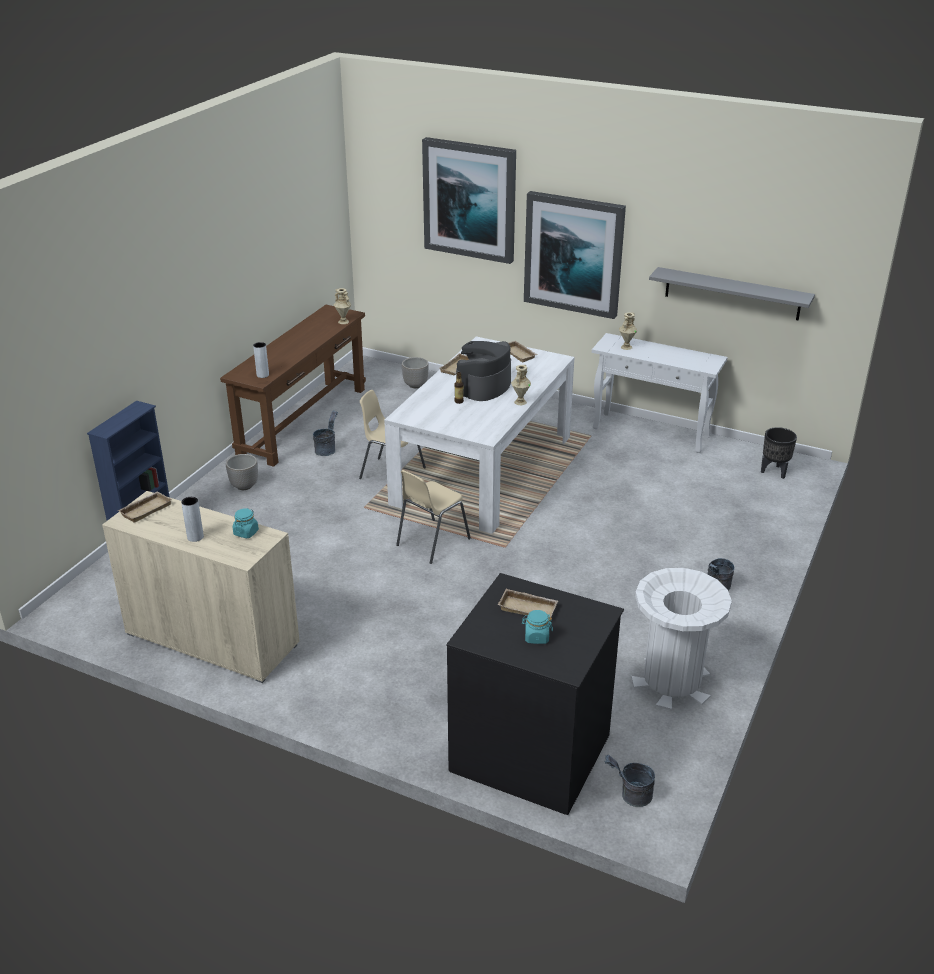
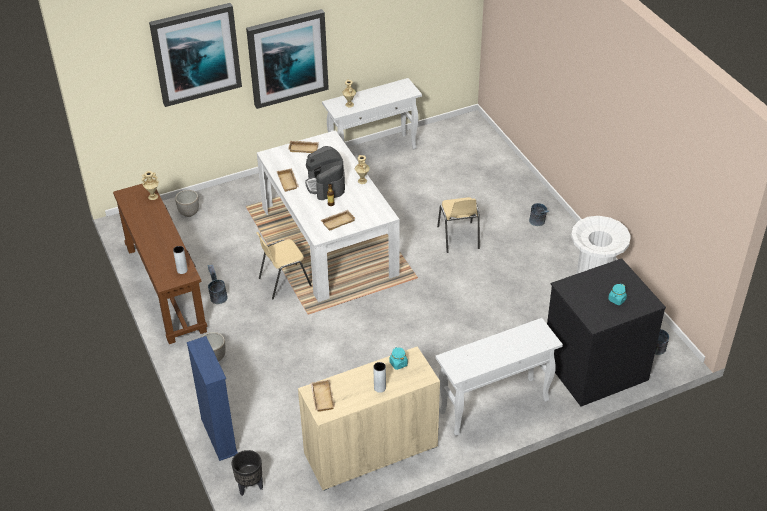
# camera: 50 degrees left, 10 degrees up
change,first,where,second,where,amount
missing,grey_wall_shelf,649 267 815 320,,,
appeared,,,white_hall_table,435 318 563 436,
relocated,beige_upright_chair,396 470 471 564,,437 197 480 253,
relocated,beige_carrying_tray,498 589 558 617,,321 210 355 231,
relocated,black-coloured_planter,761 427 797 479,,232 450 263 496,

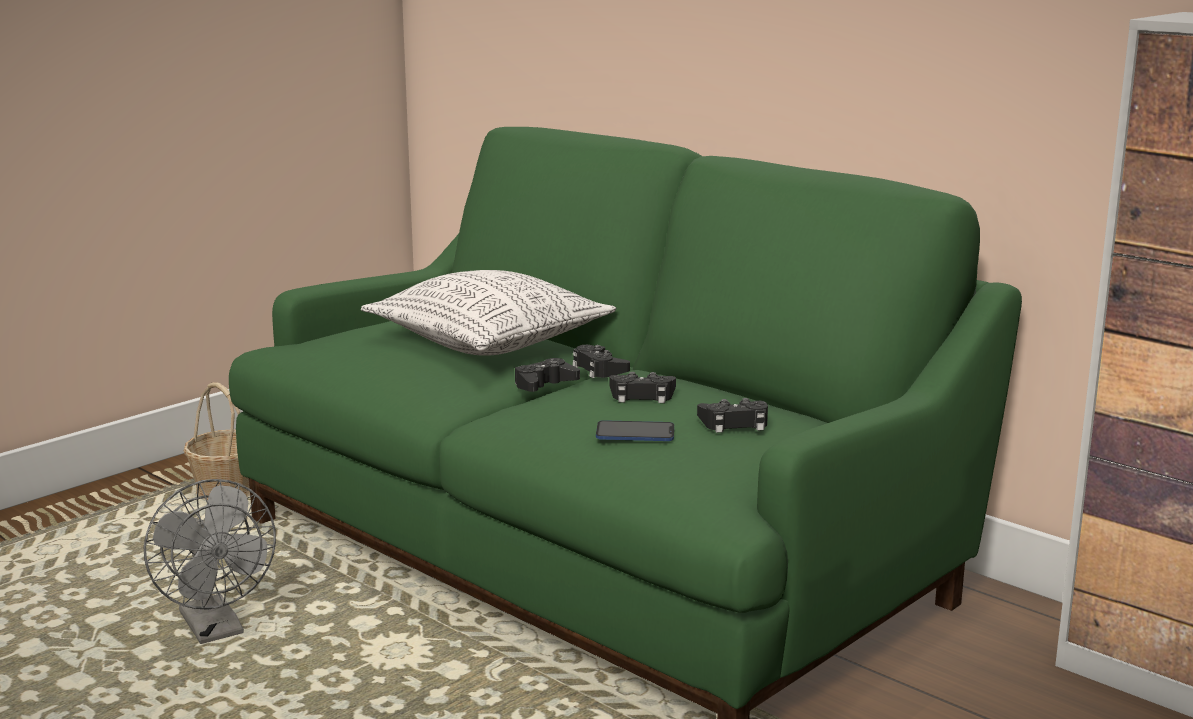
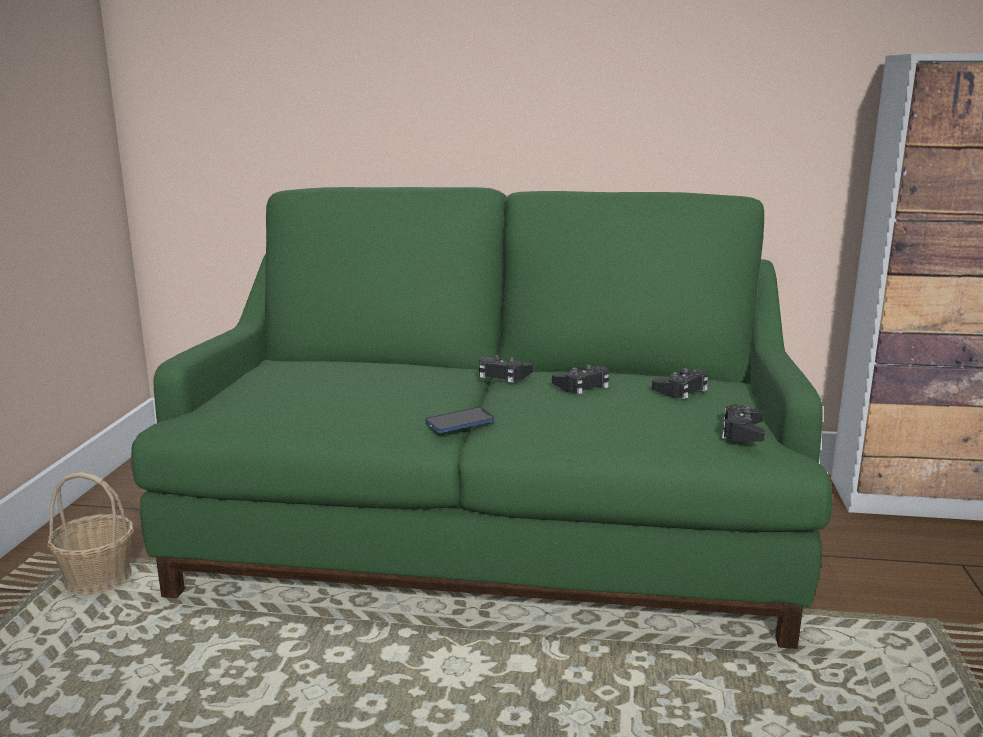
# camera: 35 degrees left, 0 degrees up
change,first,where,second,where,amount
missing,grey_electric_fan,143 479 276 644,,,
missing,cushion,361 270 616 356,,,
relocated,black-coloured_joypad,515 358 580 392,,722 404 765 442,
relocated,handset,596 420 674 441,,425 407 494 433,

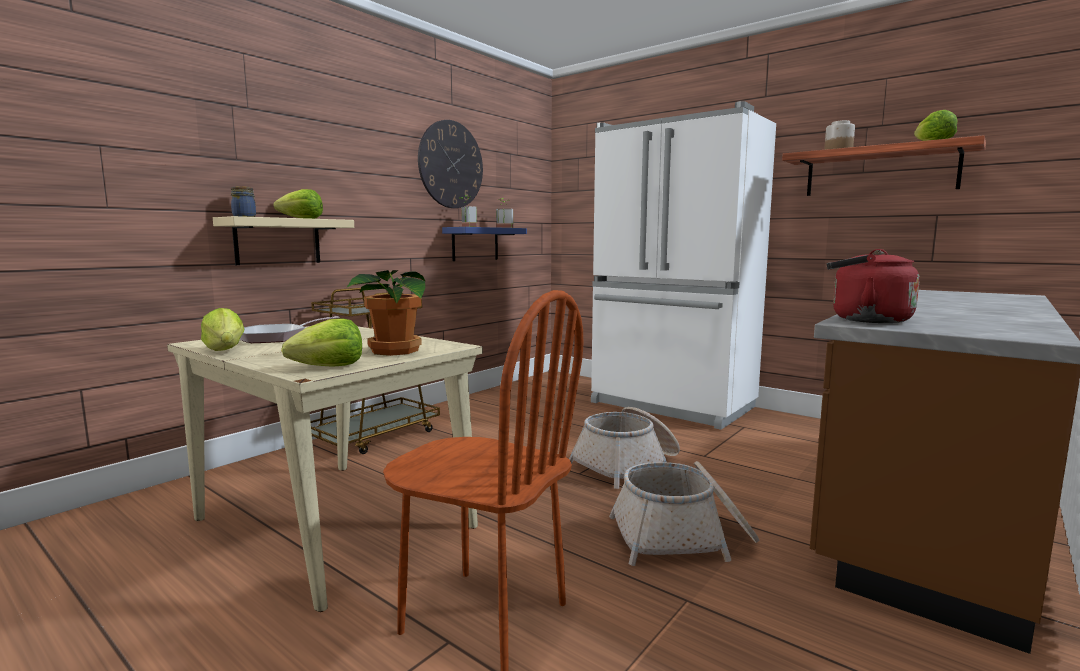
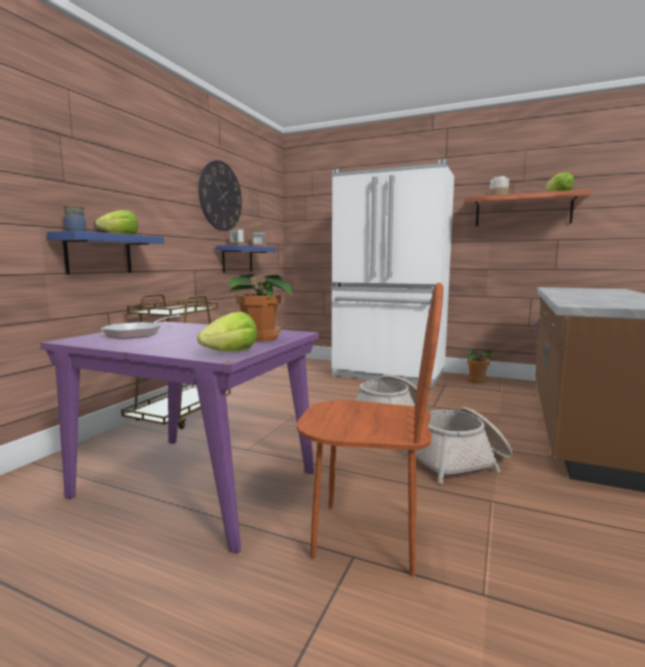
# camera: 15 degrees left, 0 degrees up
change,first,where,second,where,amount
missing,lettuce,201 308 244 351,,,
missing,red-coloured_kettle,827 249 920 323,,,
appeared,,,plant_in_a_pot,467 349 492 383,
colour,beige_dinner_table,167 326 483 612,purplish_dinner_table,40 321 319 553,
colour,beige_wall_shelf,213 216 354 265,blue-coloured_wall_shelf,47 231 164 275,

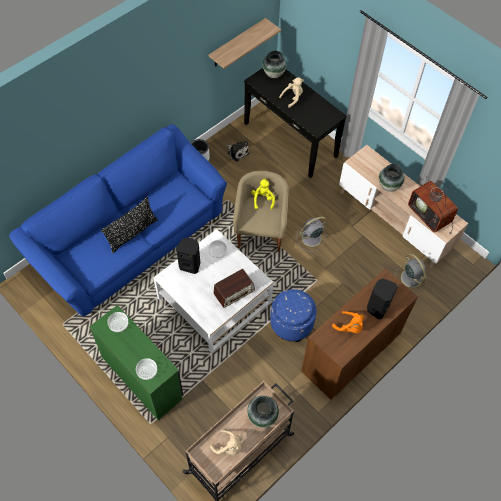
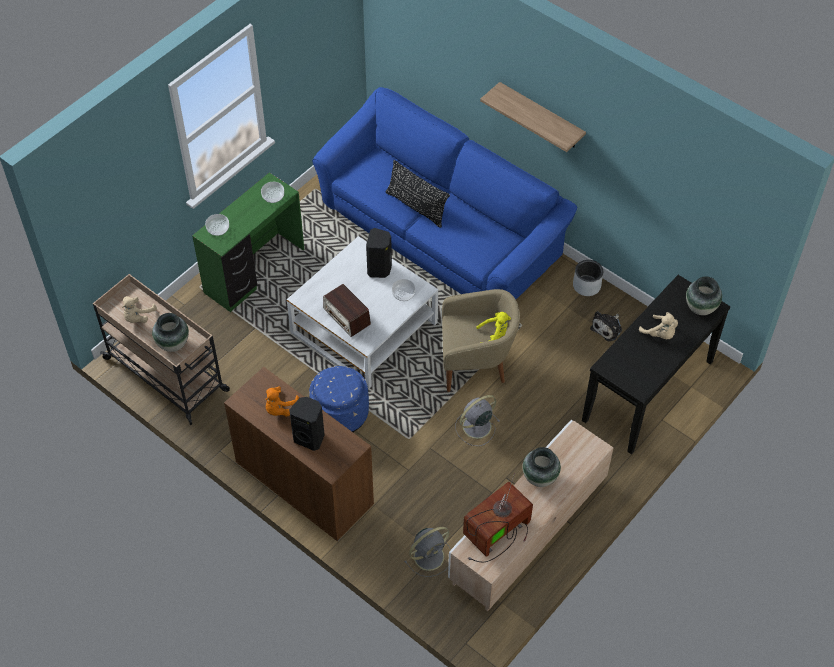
# camera: 85 degrees right, 5 degrees down
change,first,where,second,where,amount
relocated,wall_shelf,208 18 281 69,,480 82 586 152,
spun,grey_electric_fan,296 217 328 252,,455 395 500 446,90 degrees counterclockwise

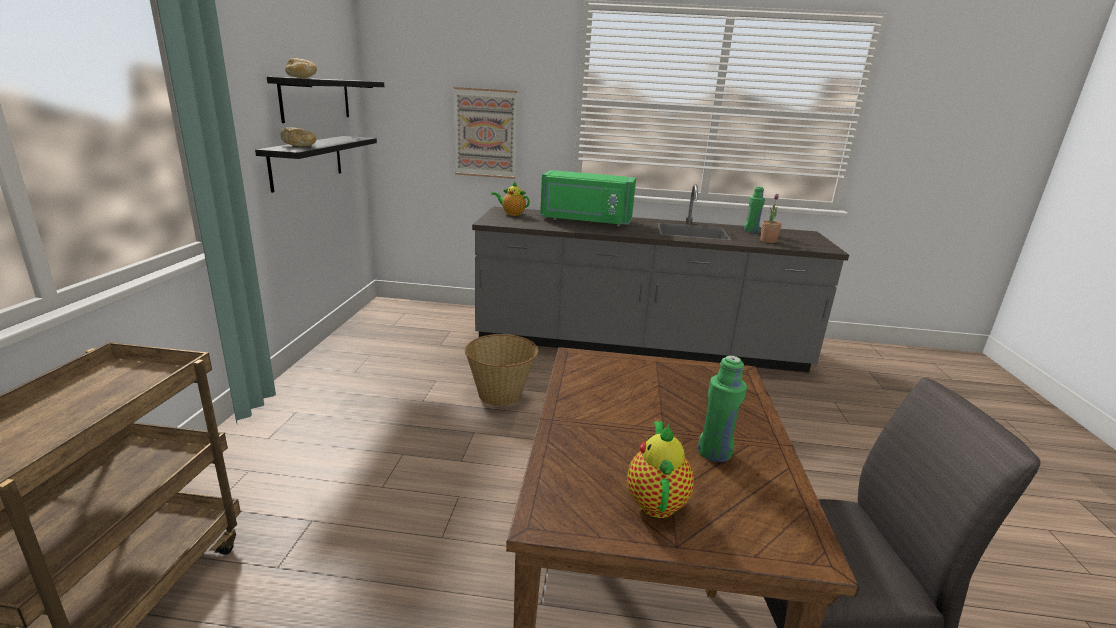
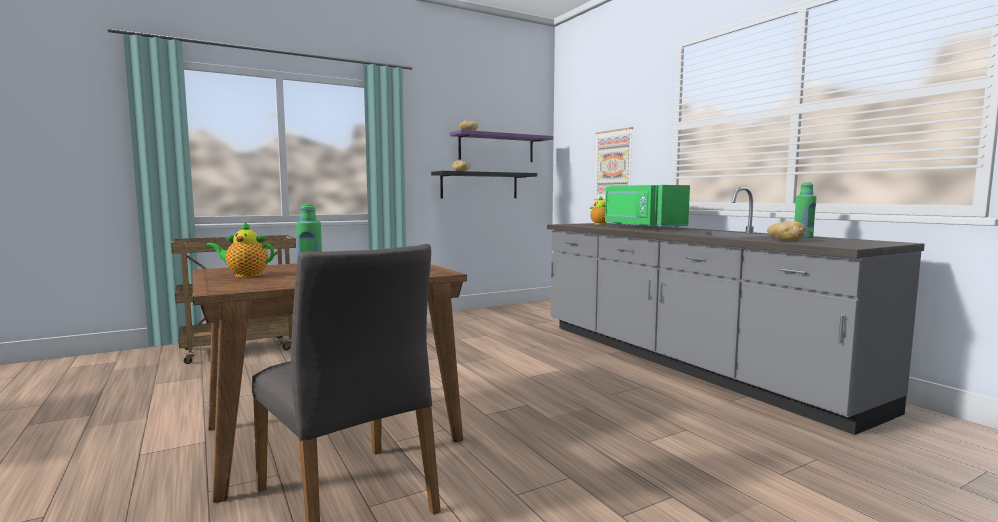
# camera: 55 degrees right, 15 degrees down
change,first,where,second,where,amount
missing,storage_basket,465 334 539 406,,,
exchanged,plant_in_a_pot,760 194 782 243,bread,767 221 806 240,
colour,black-coloured_wall_shelf,267 77 384 123,purplish_wall_shelf,450 130 554 162,
spun,tea_pot,627 421 694 518,,206 222 274 277,150 degrees counterclockwise

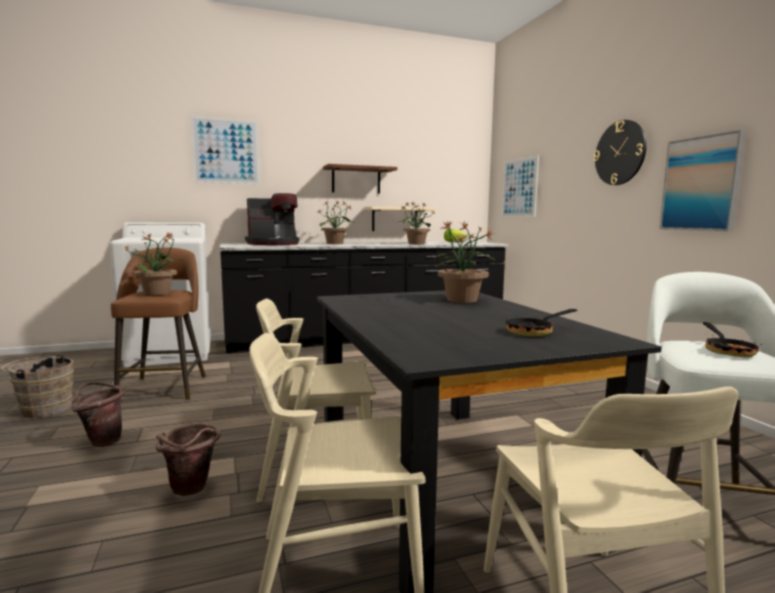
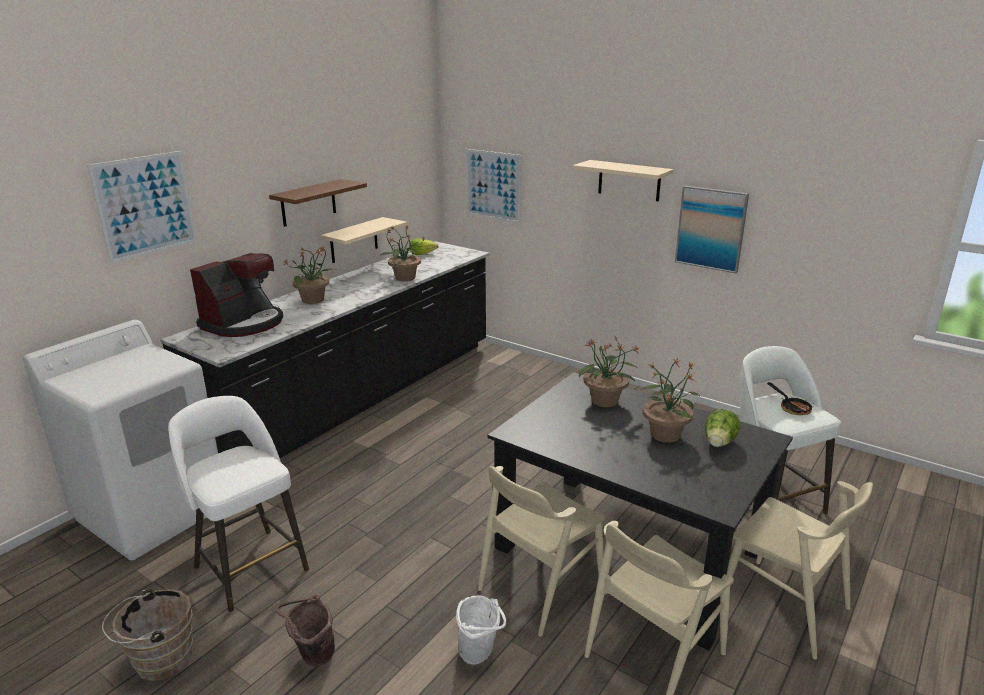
# camera: 35 degrees left, 15 degrees up
change,first,where,second,where,amount
relocated,plant_in_a_pot,123 232 184 295,,640 357 700 443,
exchanged,pan,506 309 577 336,lettuce,705 409 741 447,
exchanged,hanging_clock,594 120 647 185,beige_wall_shelf,572 160 674 202,
colour,brownish_stool,111 247 206 400,white_stool,168 396 309 612,
colour,brownish_water_bucket,156 423 220 496,white_water_bucket,456 595 506 665,

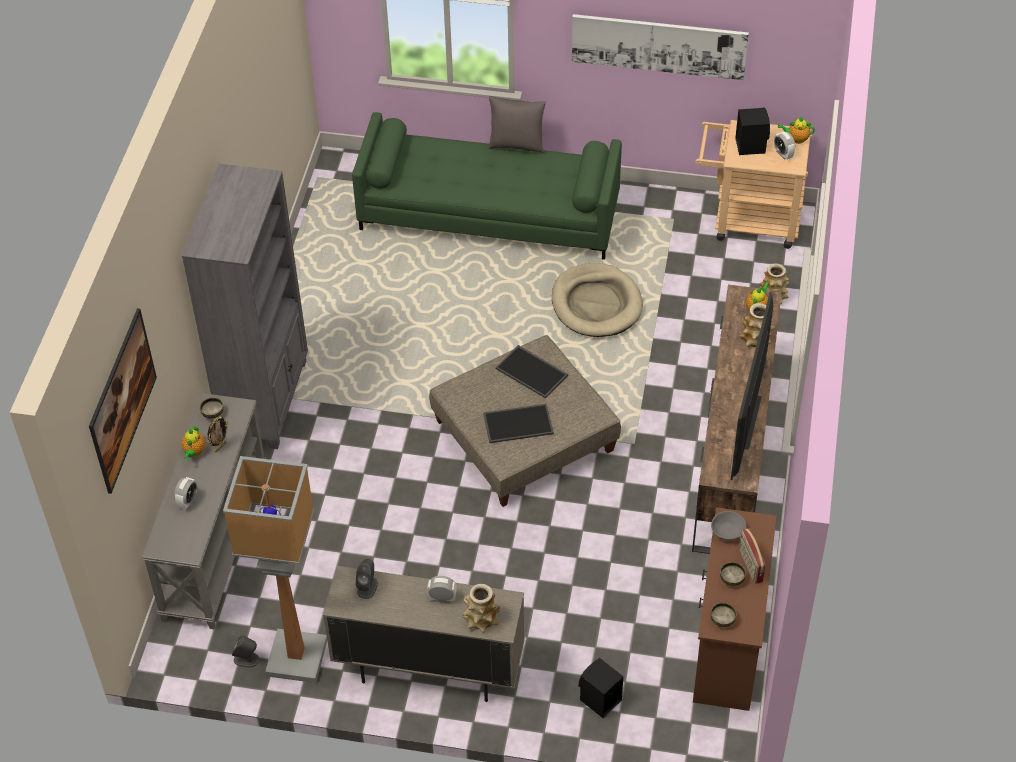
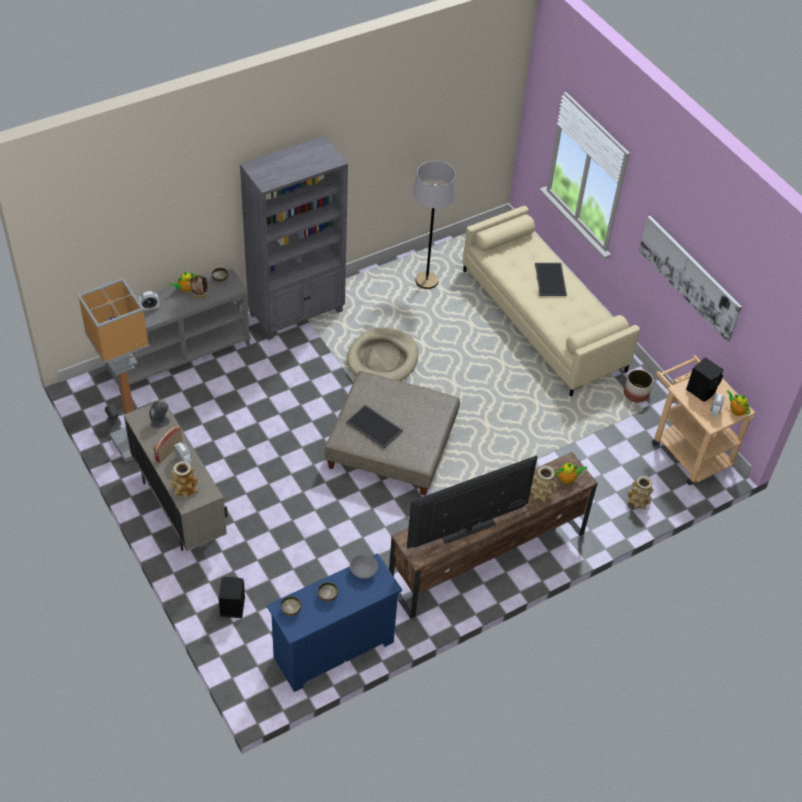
# camera: 45 degrees right, 0 degrees up
change,first,where,second,where,amount
missing,picture,89 308 157 494,,,
missing,grey_cushion,488 96 546 153,,,
appeared,,,grey_standard_lamp,413 161 456 289,
appeared,,,planter,624 369 653 403,
relocated,carrying_tray,495 345 568 399,,535 263 567 296,
relocated,beige_dog_cushion,552 263 643 337,,347 328 418 381,
relocated,radio_receiver,739 529 766 584,,153 425 182 464,
colour,green-coloured_settee,352 112 622 260,beige_settee,462 206 640 397,
colour,brownish_chest_of_drawers,693 507 776 711,blue-coloured_chest_of_drawers,267 553 402 692,

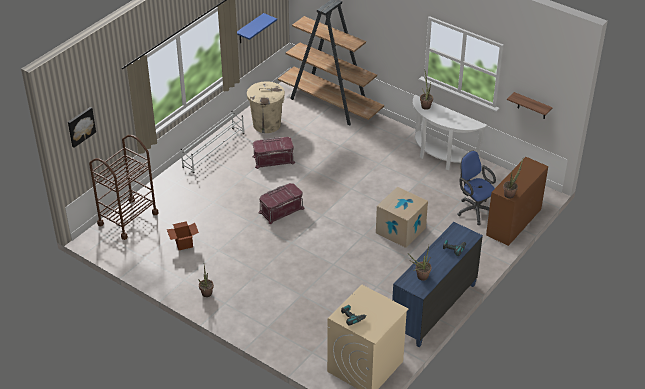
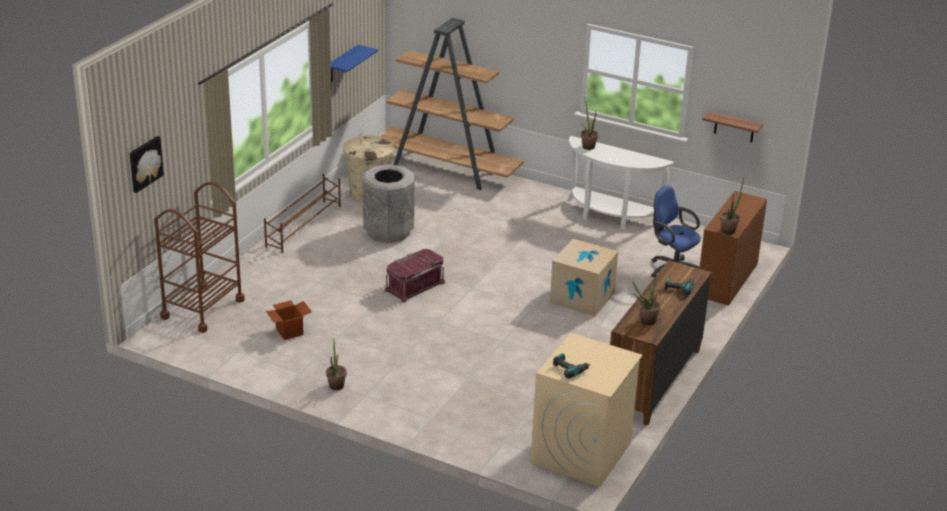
# camera: 10 degrees left, 10 degrees down
change,first,where,second,where,amount
exchanged,red-coloured_storage_bin,253 137 295 169,grey_waste_bin,363 164 414 243,
colour,white_shoe_rack,181 110 244 173,brownish_shoe_rack,264 174 341 253,
colour,blue-coloured_chest_of_drawers,392 222 483 347,brownish_chest_of_drawers,610 260 711 426,

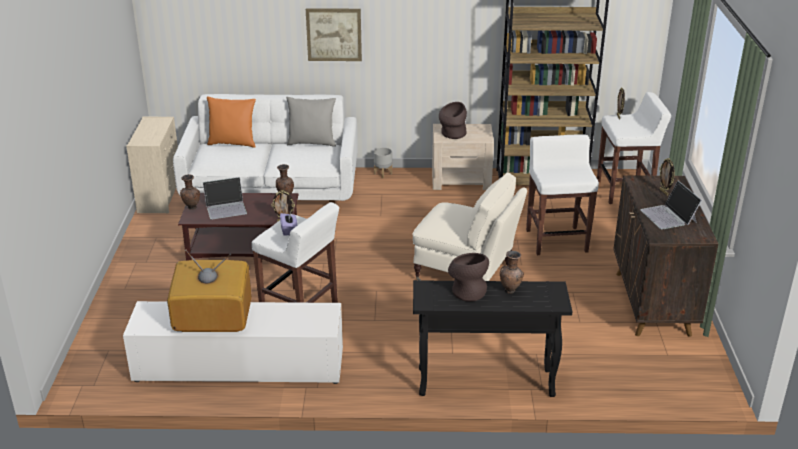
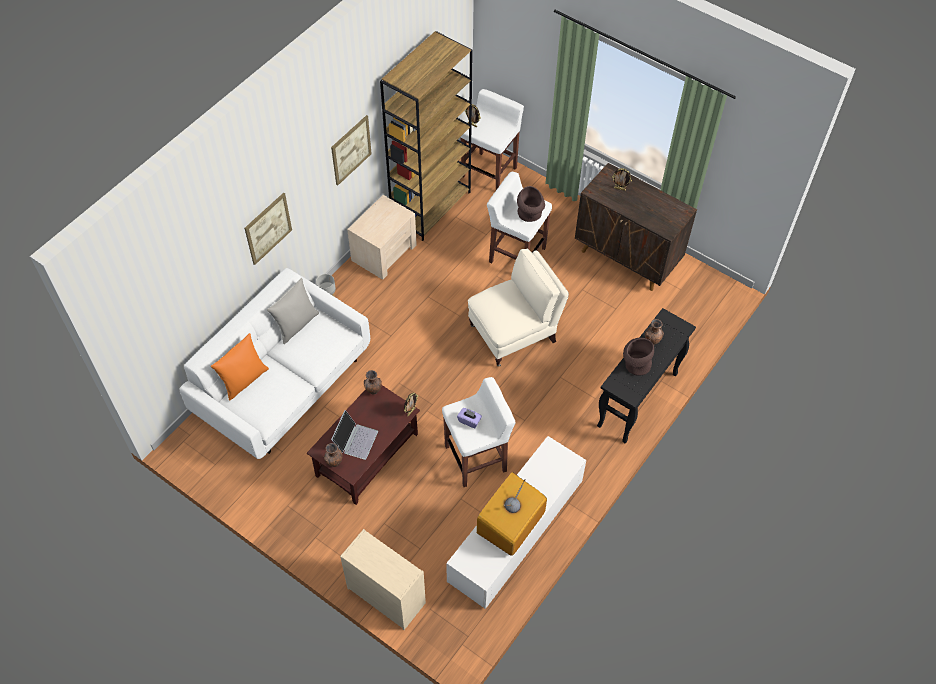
# camera: 55 degrees left, 25 degrees up
change,first,where,second,where,amount
missing,portable_computer,640 181 702 230,,,
appeared,,,picture,331 115 372 185,
relocated,beige_chest_of_drawers,126 117 178 213,,340 529 426 630,
relocated,brownish_vase,439 102 467 139,,517 186 545 222,

